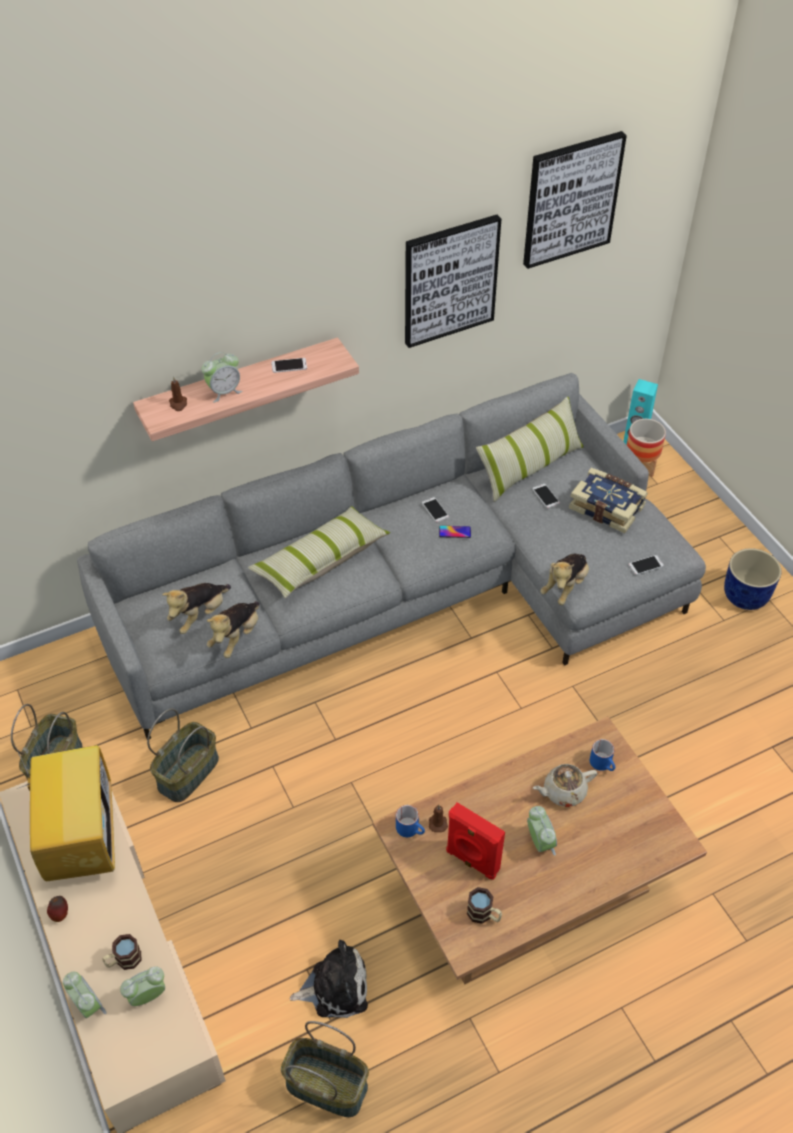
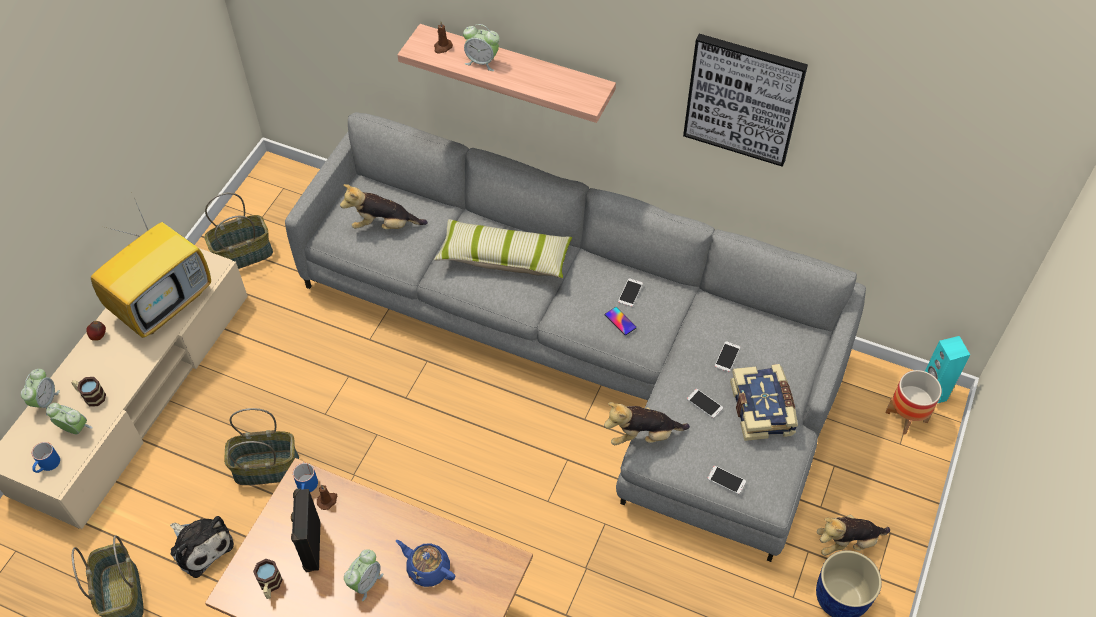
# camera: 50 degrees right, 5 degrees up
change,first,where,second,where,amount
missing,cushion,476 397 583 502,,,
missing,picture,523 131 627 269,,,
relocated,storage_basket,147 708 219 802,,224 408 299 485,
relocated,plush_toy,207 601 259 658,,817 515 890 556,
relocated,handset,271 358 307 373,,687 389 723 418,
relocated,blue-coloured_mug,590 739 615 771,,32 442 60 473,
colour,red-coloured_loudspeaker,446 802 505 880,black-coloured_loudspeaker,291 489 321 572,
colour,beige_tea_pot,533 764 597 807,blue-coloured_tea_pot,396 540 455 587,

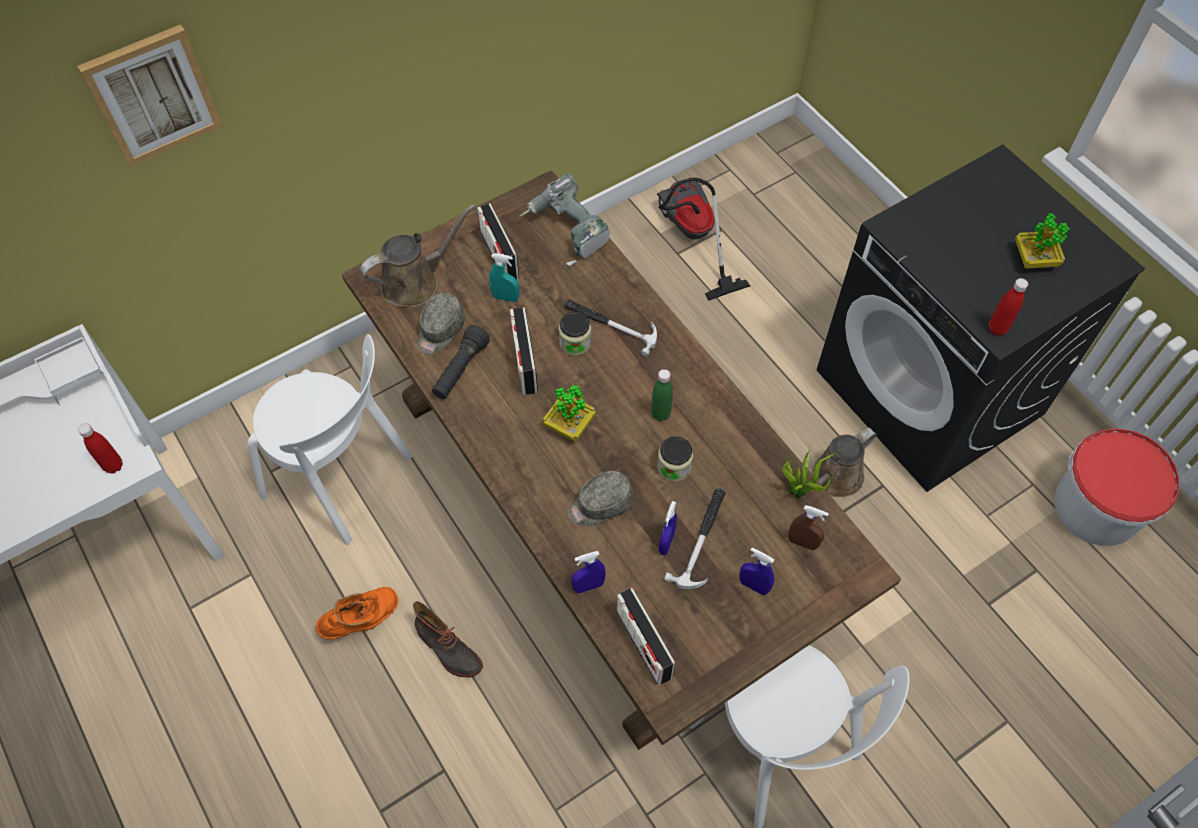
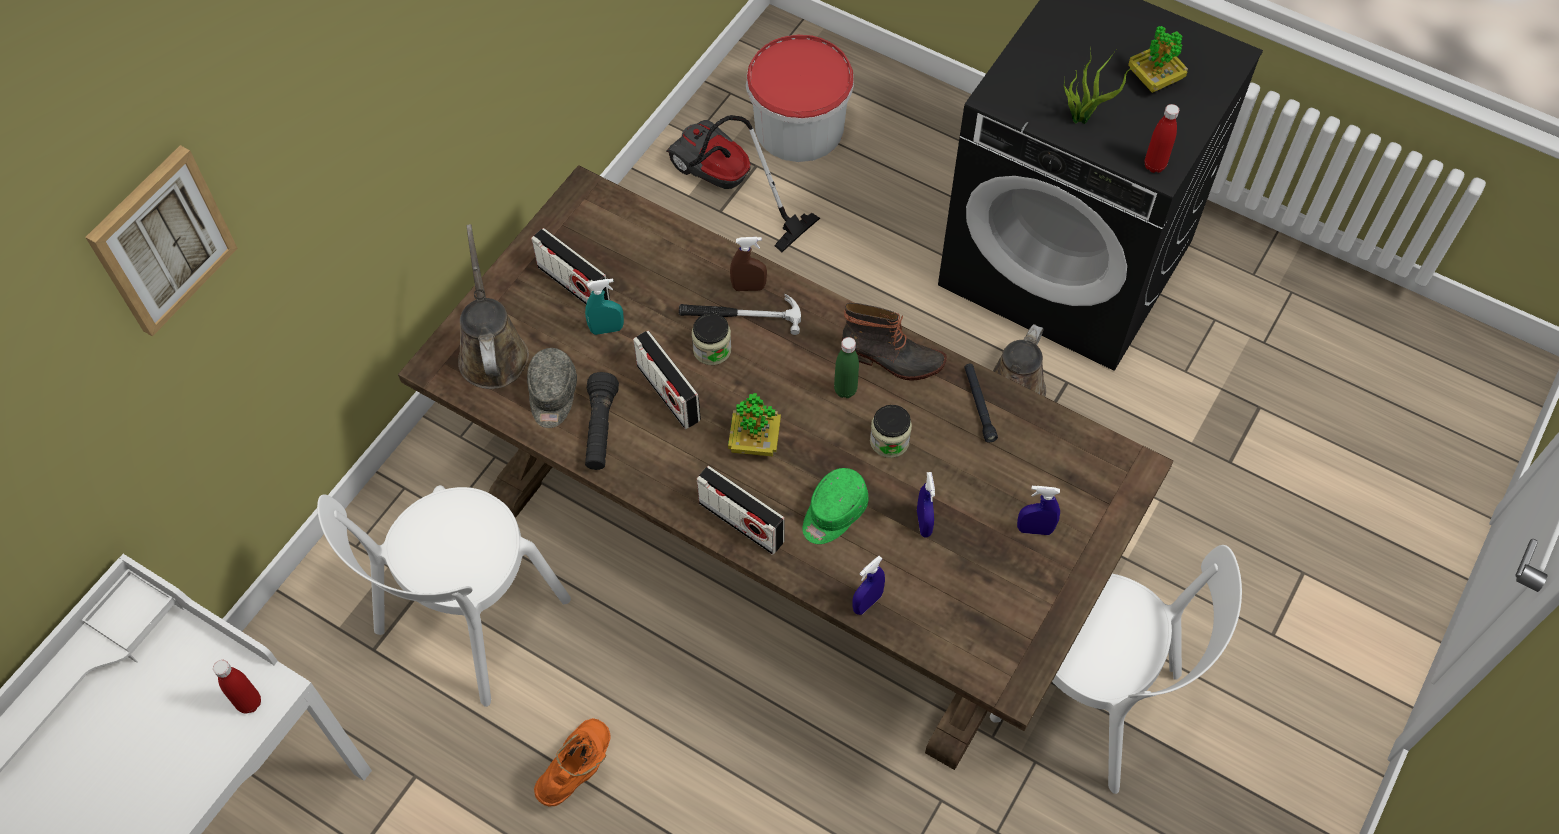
# camera: 25 degrees left, 0 degrees up
change,first,where,second,where,amount
missing,power_drill,519 173 610 266,,,
missing,hand_hammer,664 488 726 589,,,
appeared,,,black-coloured_hand_torch,964 364 998 442,
relocated,tall_boot,413 601 483 678,,841 303 947 380,
relocated,radio_receiver,616 588 675 686,,697 466 784 555,
relocated,plant_in_a_pot,782 441 838 498,,1064 47 1135 124,
relocated,brownish_sprayer,788 505 829 550,,730 237 767 291,
relocated,water_bucket,1054 429 1180 546,,746 35 854 162,
colour,grey_peaked_cap,568 471 633 526,green-coloured_peaked_cap,803 468 868 544,
spun,white_upright_chair,247 334 413 545,,317 485 571 707,120 degrees clockwise
spun,brownish_watering_pot,360 204 475 307,,458 224 529 389,45 degrees counterclockwise

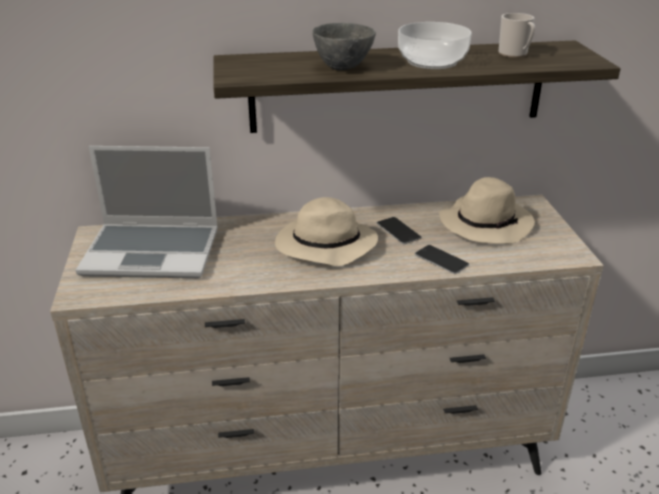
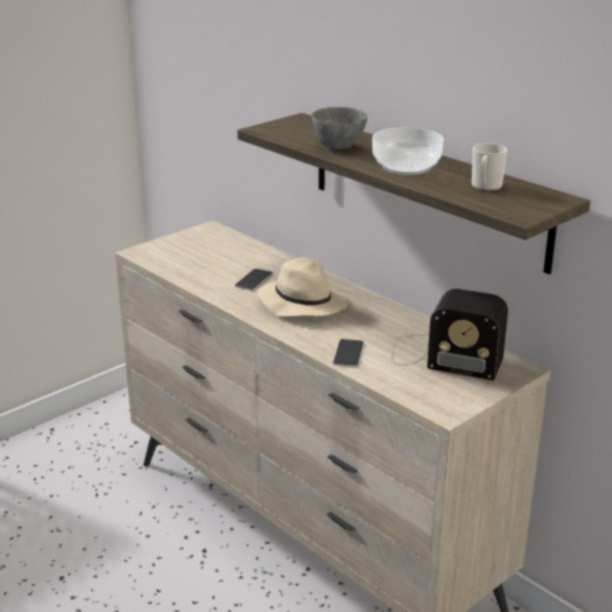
# camera: 55 degrees right, 5 degrees down
change,first,where,second,where,amount
missing,portable_computer,75 146 218 278,,,
relocated,handset,377 217 422 244,,234 269 273 290,
exchanged,beige_clothing_hat,439 177 535 244,radio_receiver,391 289 508 381,

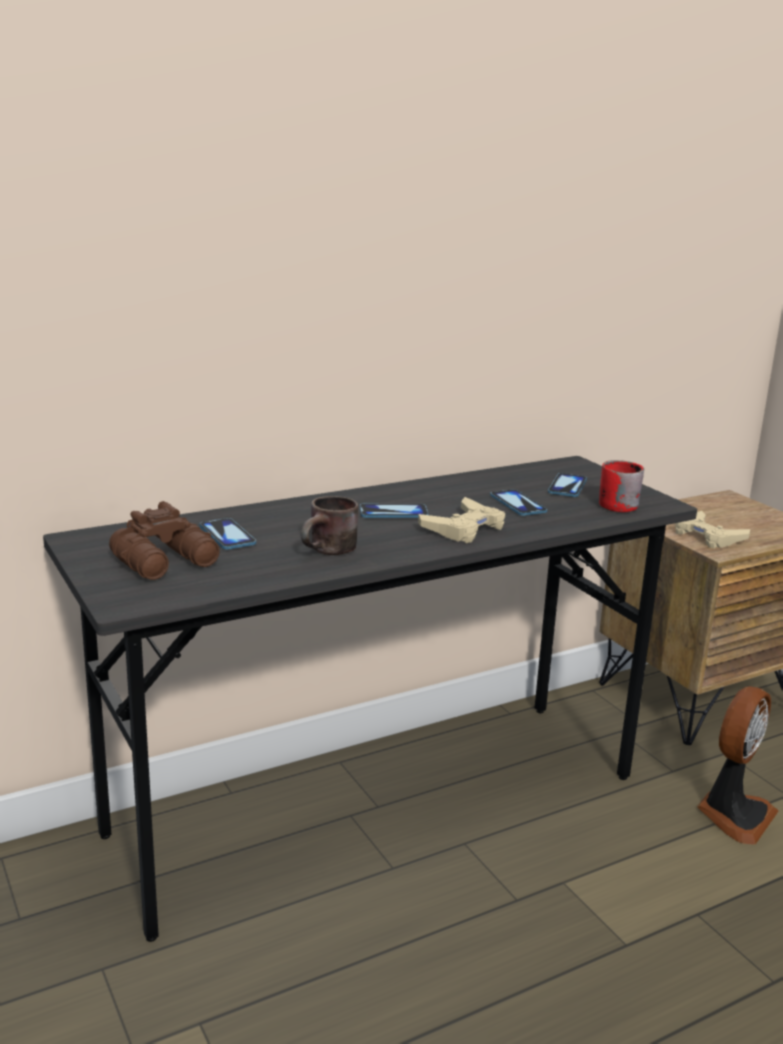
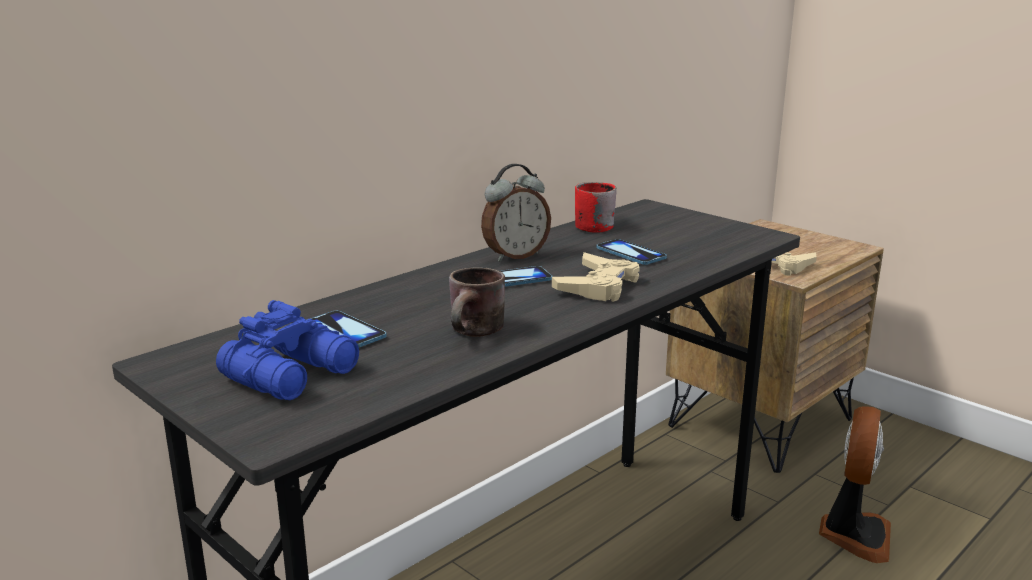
# camera: 15 degrees left, 0 degrees up
change,first,where,second,where,amount
missing,handset,548 473 587 497,,,
appeared,,,alarm_clock,481 164 551 261,
relocated,red-coloured_mug,599 460 644 512,,575 182 616 232,
colour,brownish_binoculars,109 501 220 580,blue-coloured_binoculars,216 300 359 400,

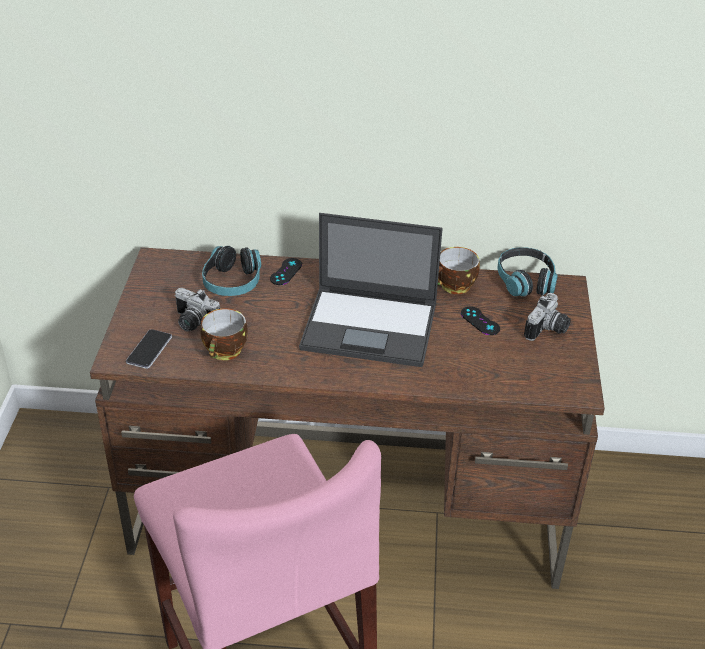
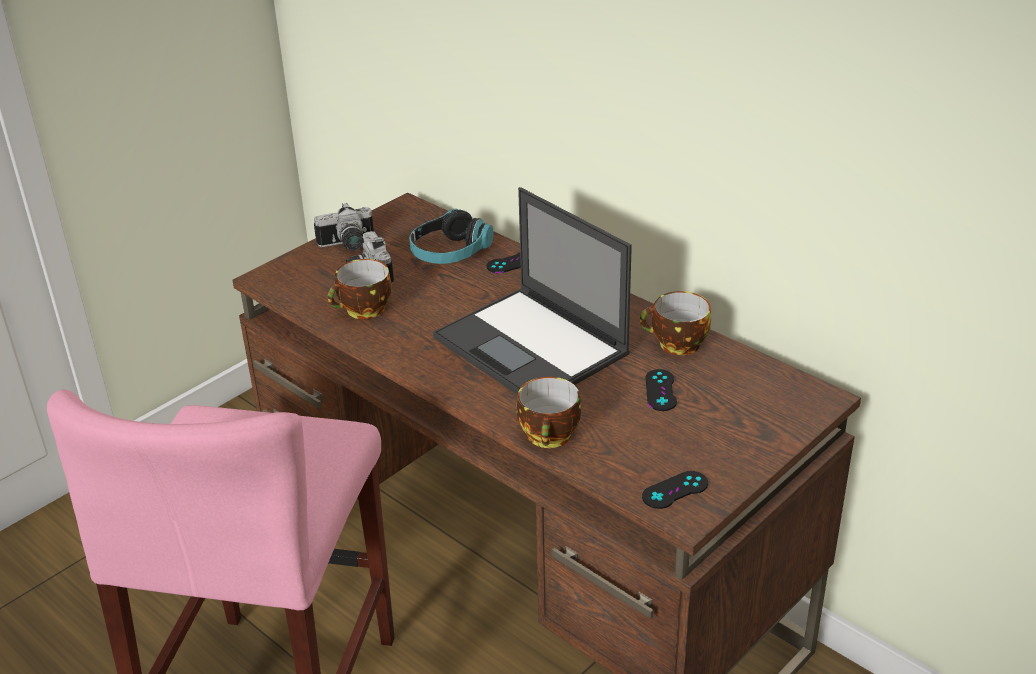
# camera: 40 degrees right, 5 degrees down
change,first,where,second,where,amount
missing,handset,126 329 172 369,,,
missing,headset,497 247 558 297,,,
appeared,,,small_cup,516 377 581 448,
appeared,,,black-coloured_joypad,642 471 708 509,
relocated,still_camera,524 293 571 341,,314 203 374 251,

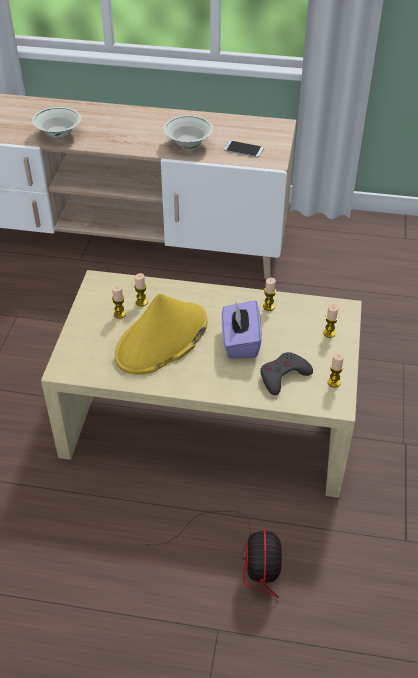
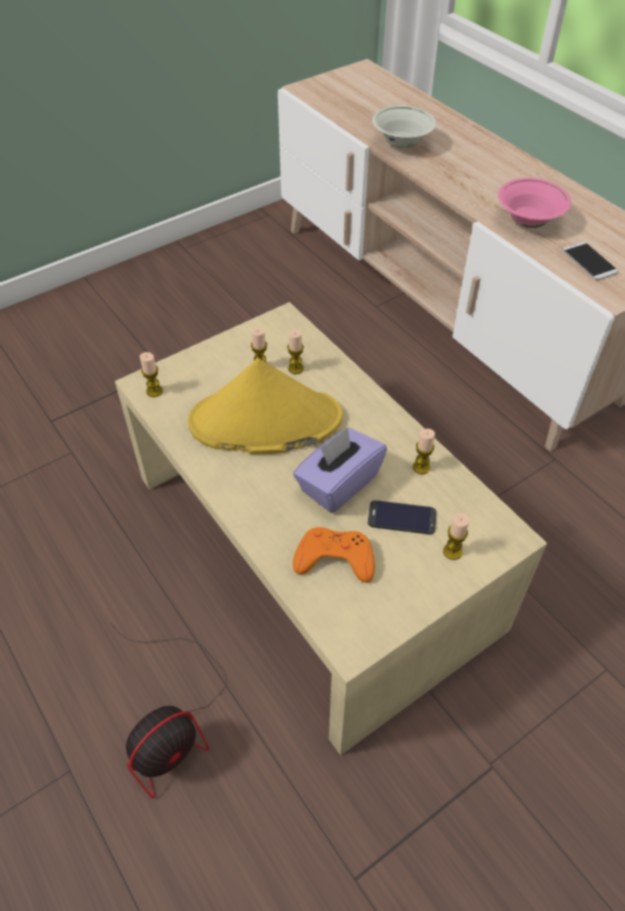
# camera: 45 degrees right, 5 degrees up
change,first,where,second,where,amount
appeared,,,handset,367 500 436 534,
relocated,wax_light,328 353 344 388,,140 352 163 397,
colour,white_serving_bowl,163 115 213 148,pinkish_serving_bowl,498 178 571 228,
colour,grey_joypad,260 352 313 395,orangey_joypad,293 527 375 582,

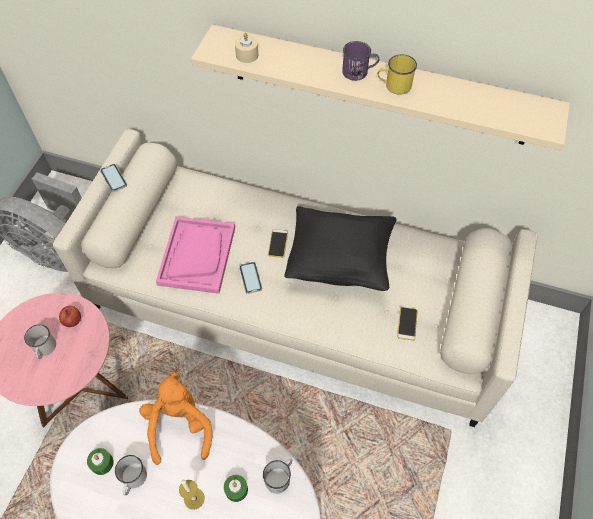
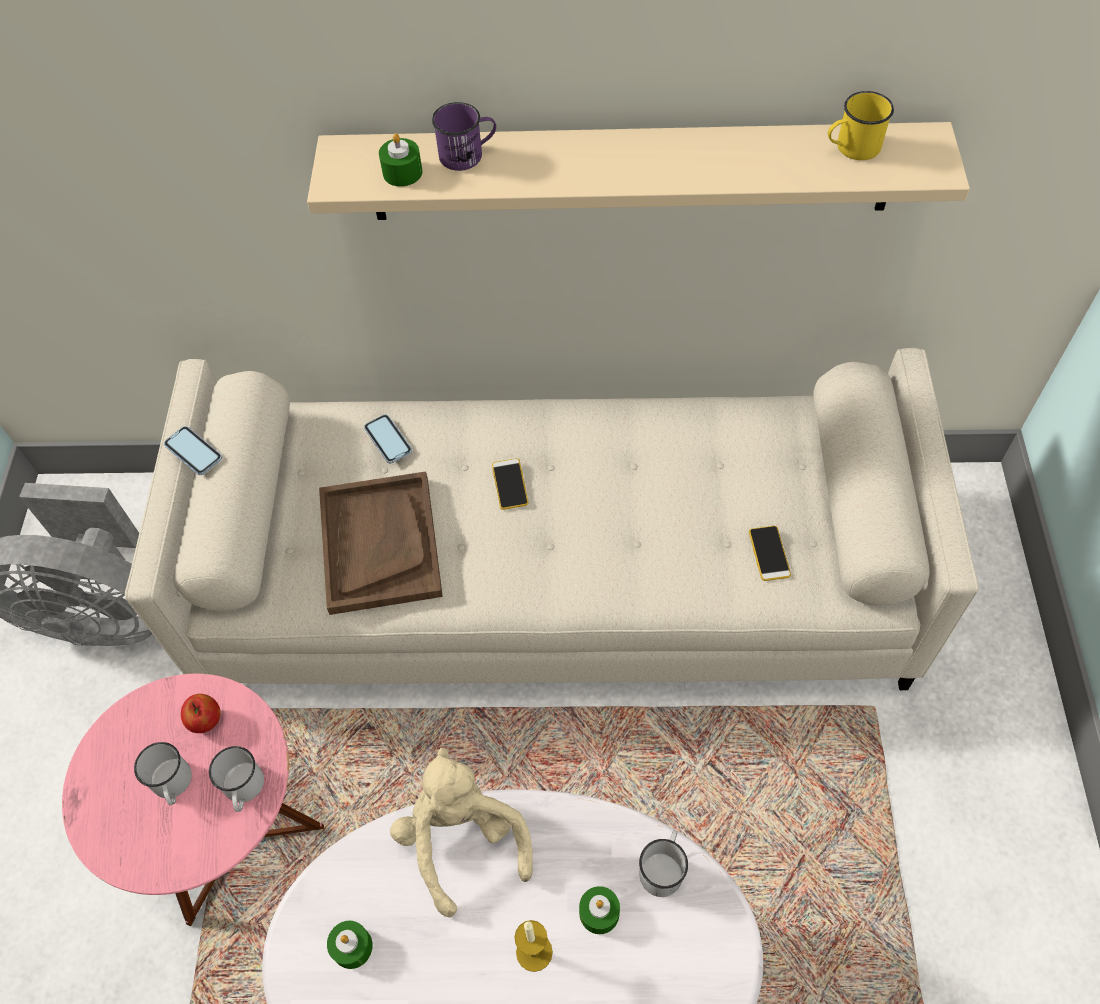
# camera: 15 degrees left, 0 degrees up
change,first,where,second,where,amount
missing,black-coloured_cushion,284 206 397 291,,,
relocated,white_mug,115 455 147 495,,209 746 264 812,
relocated,handset,239 262 262 294,,364 414 412 463,
relocated,purplish_mug,342 41 379 81,,432 102 496 171,
relocated,yellow_mug,377 54 417 95,,828 91 894 160,
colour,orangey_plush_toy,139 372 212 465,beige_plush_toy,390 748 533 917,
colour,pinkish_carrying_tray,156 216 235 294,brownish_carrying_tray,319 471 443 615,
colour,beige_wax_light,235 33 258 63,green-coloured_wax_light,379 133 422 187,

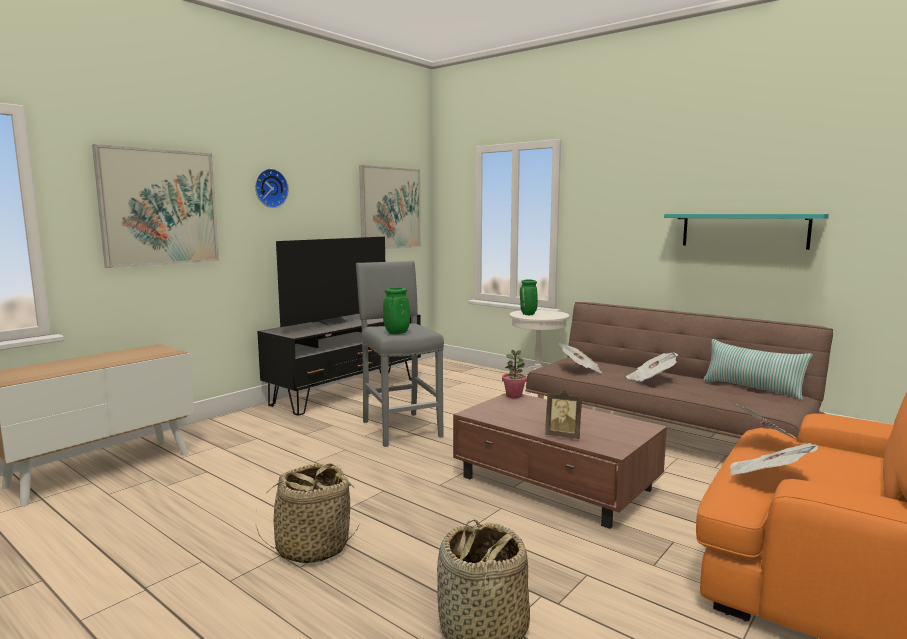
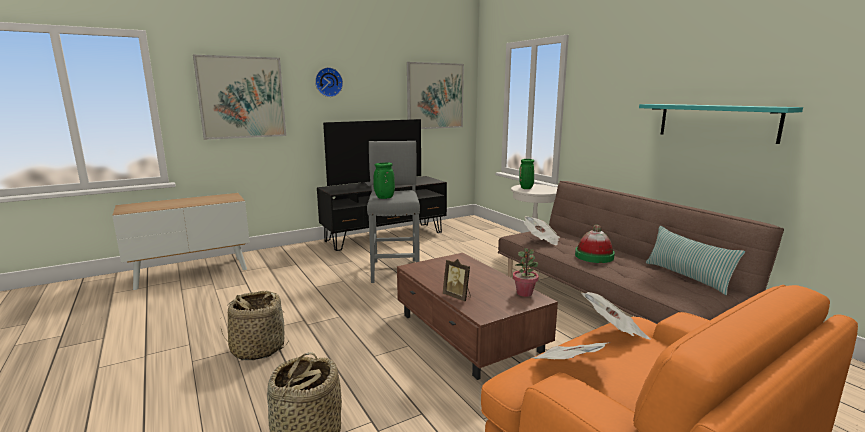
# camera: 20 degrees right, 5 degrees up
change,first,where,second,where,amount
relocated,plant_in_a_pot,502 350 527 398,,513 248 539 297,
exchanged,printed_paper,626 353 678 381,clothing_hat,575 225 615 263,

